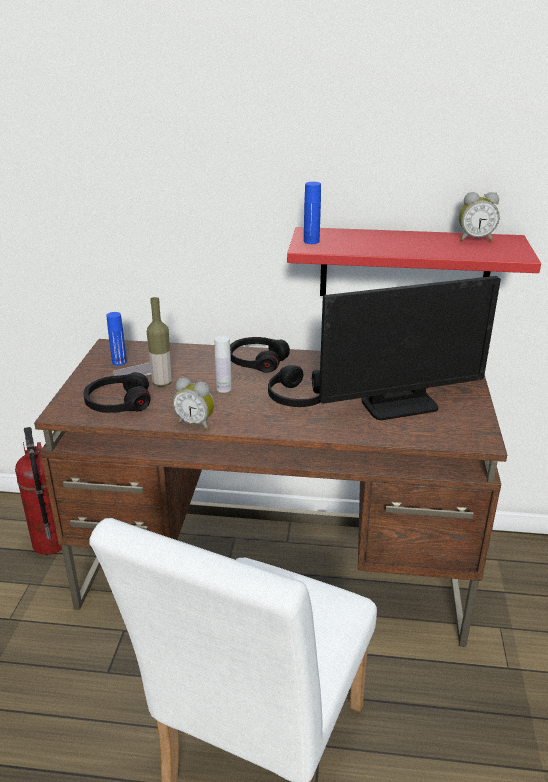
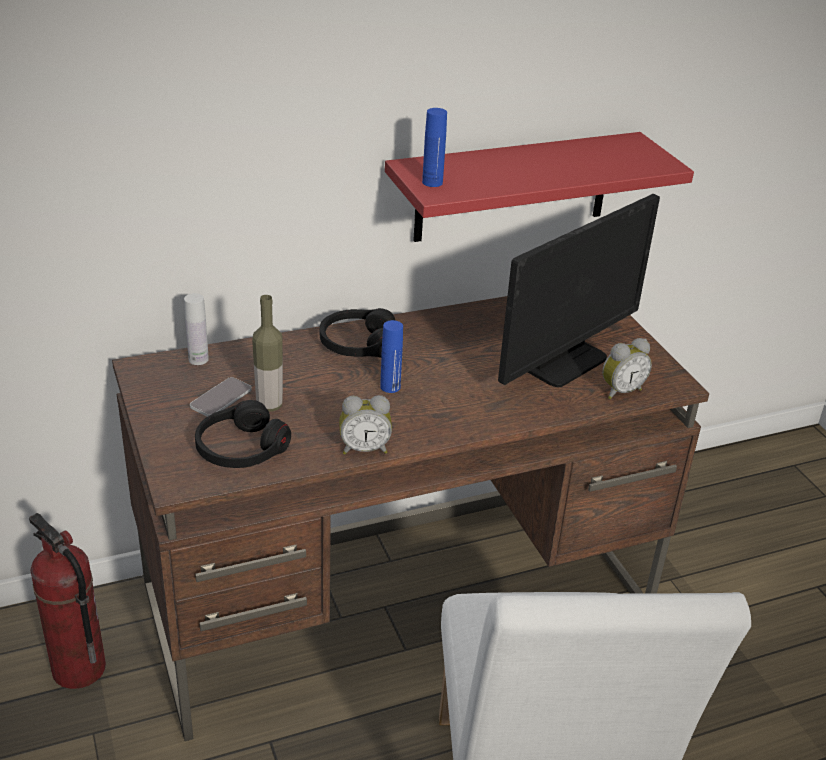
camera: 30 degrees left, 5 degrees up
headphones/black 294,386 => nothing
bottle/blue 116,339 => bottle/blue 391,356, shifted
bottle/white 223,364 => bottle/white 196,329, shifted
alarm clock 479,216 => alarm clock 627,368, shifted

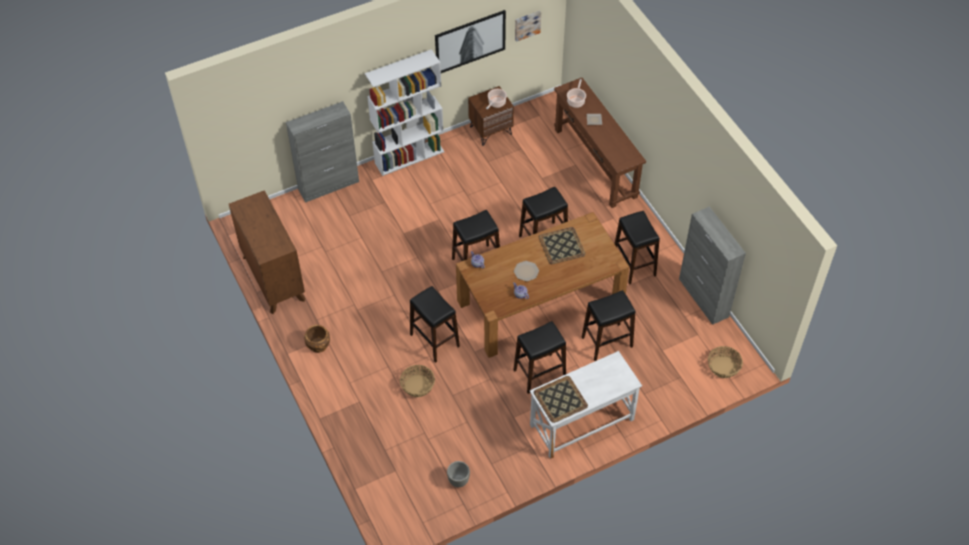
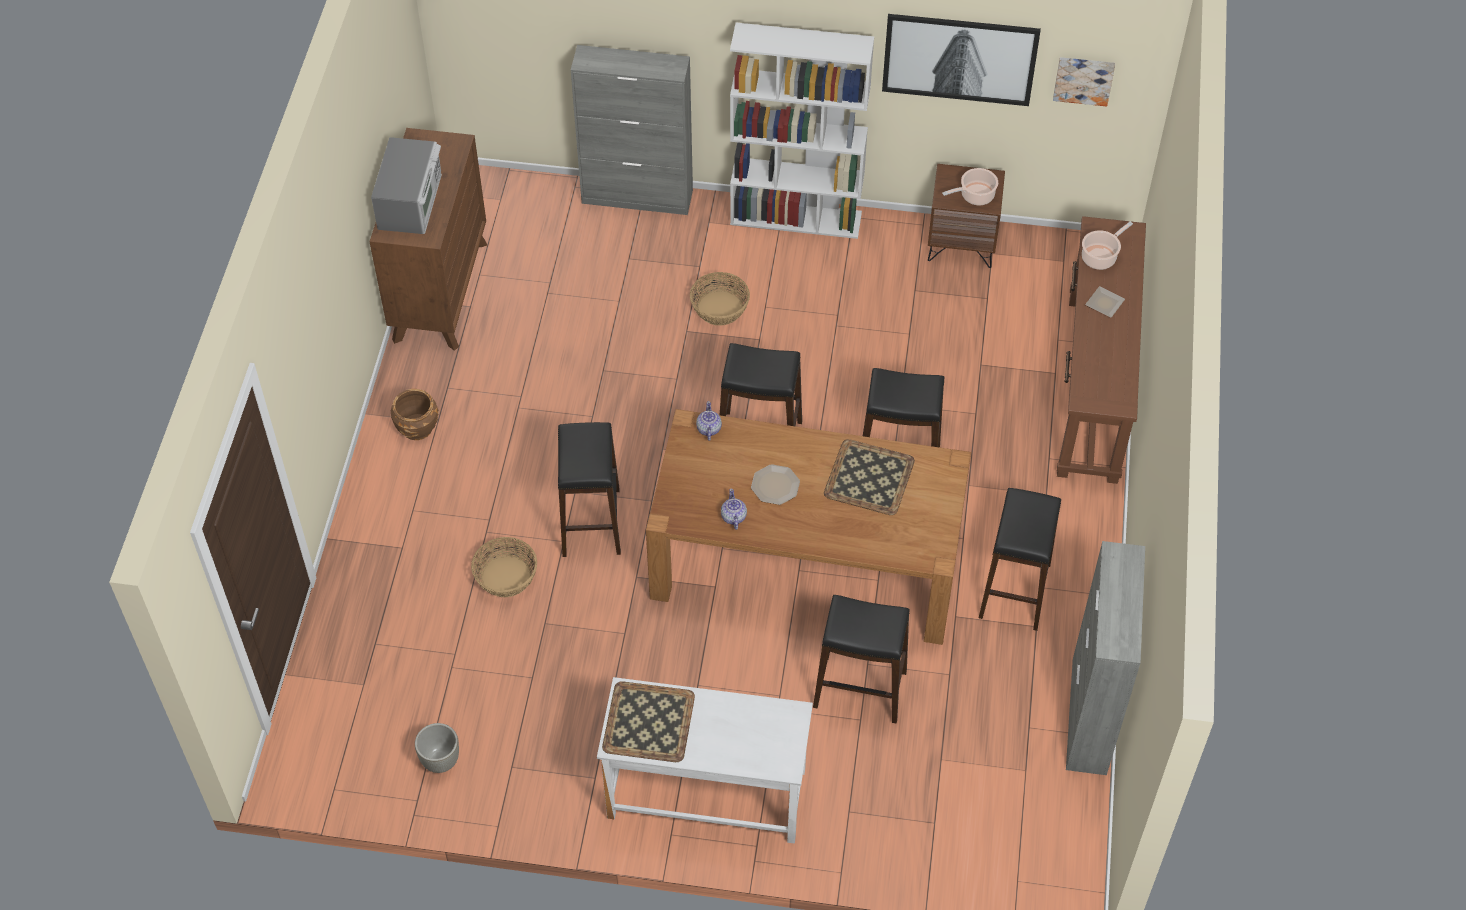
camera: 35 degrees right, 0 degrees up
stool/black 539,357 => nothing
nothing => microwave 406,185
basket 725,362 => basket 720,299, shifted

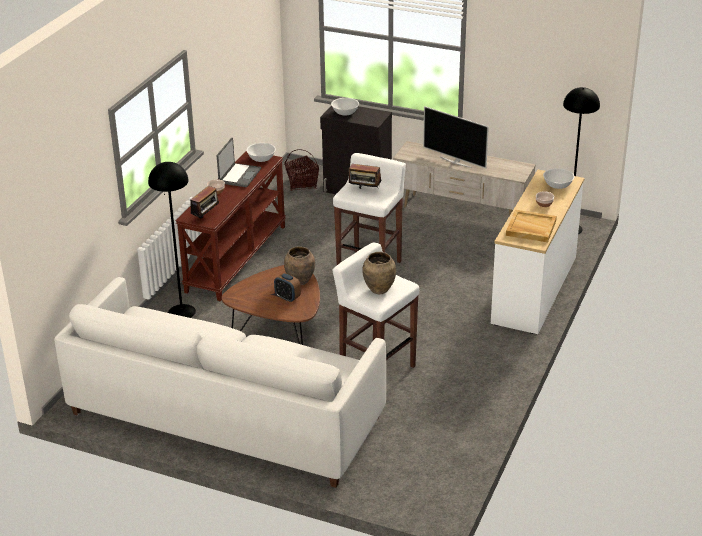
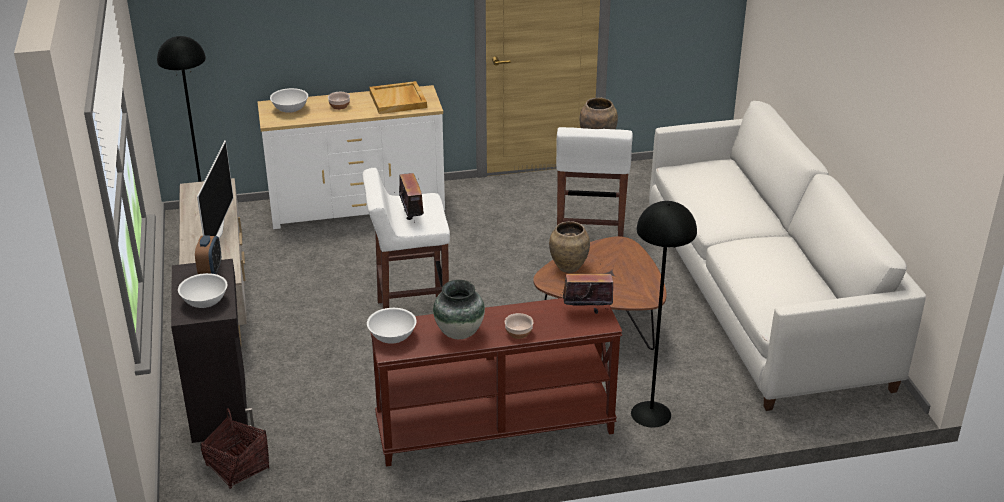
camera: 125 degrees left, 0 degrees up
alarm clock 287,287 => alarm clock 208,254, shifted
laptop 239,162 => vase 459,309

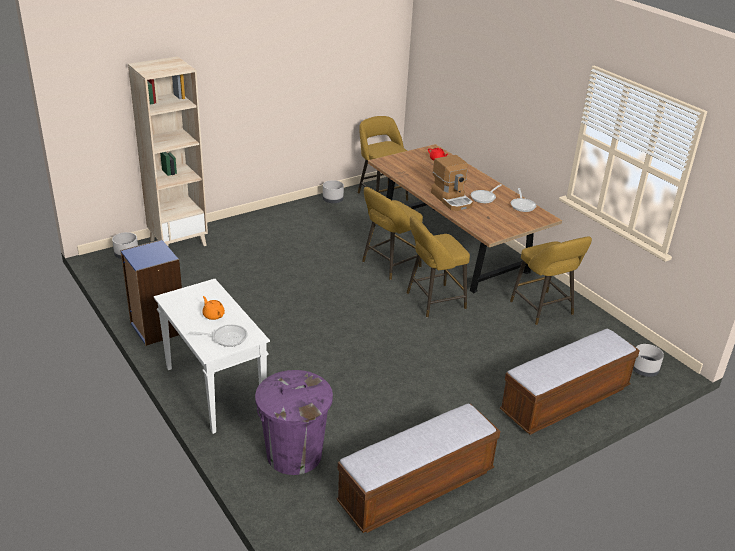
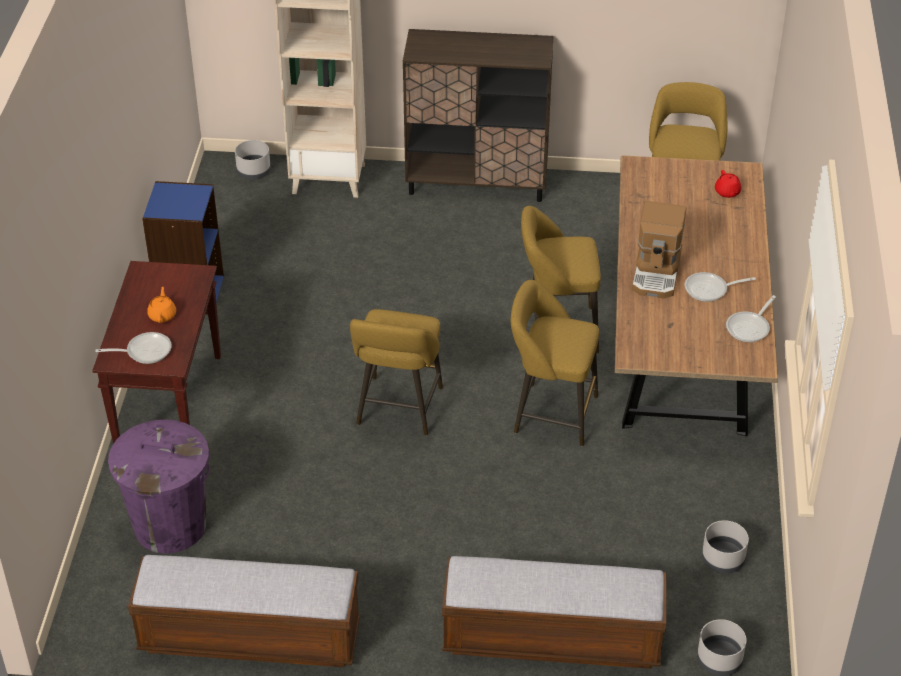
camera: 40 degrees right, 10 degrees up
nothing => cabinet/brown 478,115
planter/grey 333,191 => planter/grey 725,547, shifted
stool/yellow 551,280 => stool/yellow 396,372, shifted
console table/white 212,356 => console table/brown 156,352
frying pan 218,336 => frying pan 133,348, 45 degrees counterclockwise

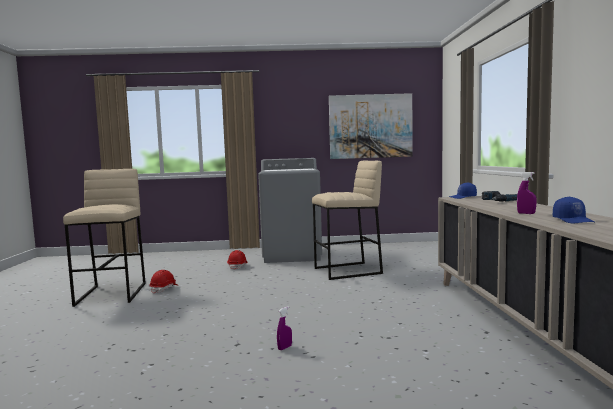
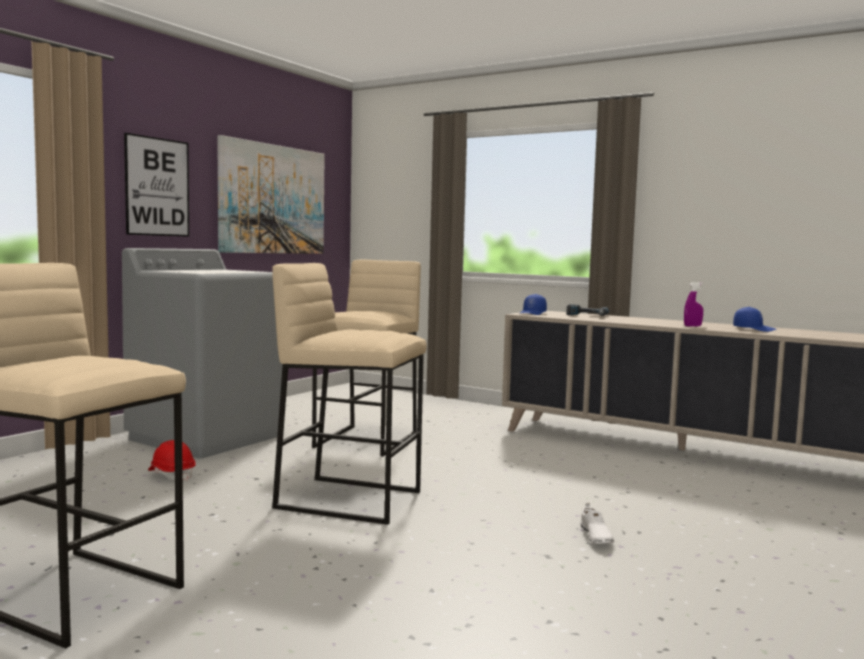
camera: 55 degrees left, 0 degrees up
hard hat/red 163,282 => nothing
nothing => picture 156,185
nothing => stool/beige 349,394
spray bottle/purple 284,328 => shoe/white 597,524

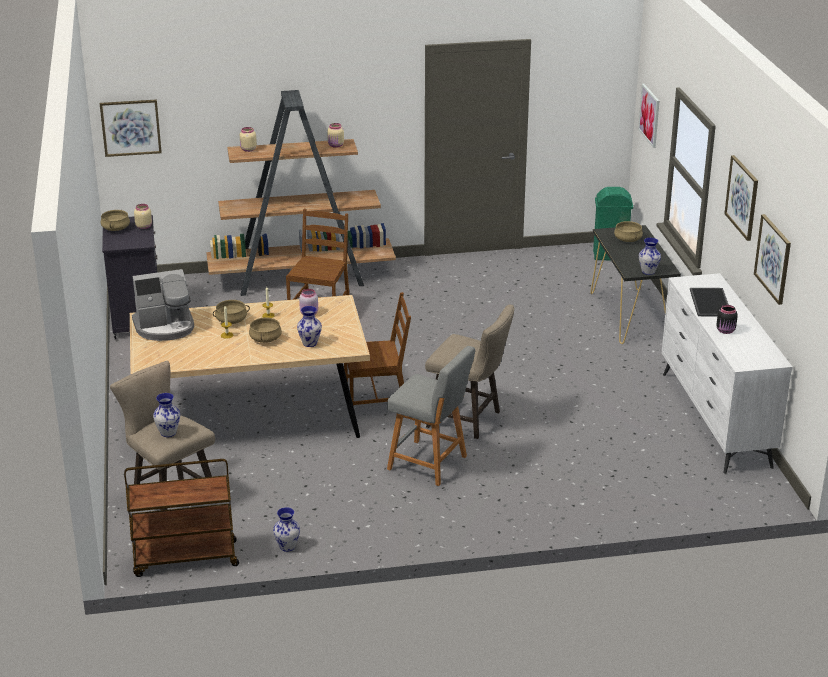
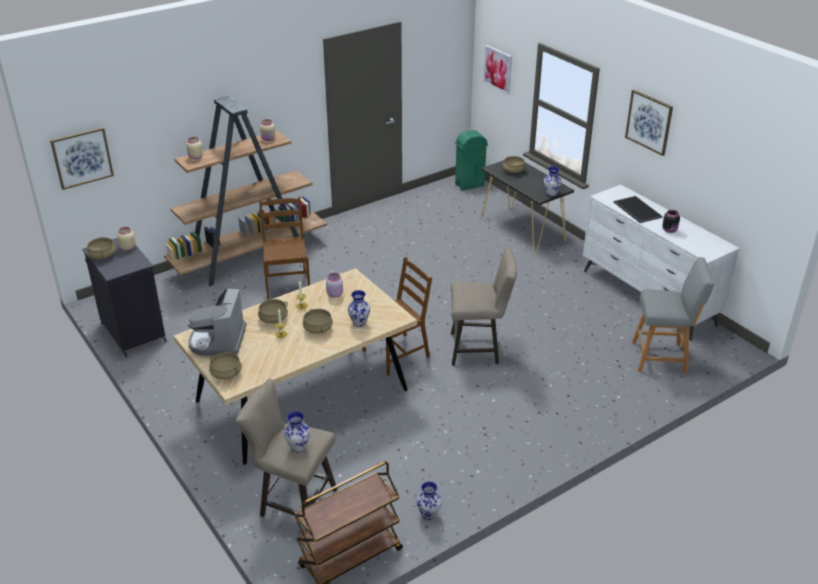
camera: 25 degrees left, 5 degrees up
picture 772,259 => nothing
nothing => cooking pot/beige 225,366
stool/grey 431,416 => stool/grey 673,315, shifted
coffee machine 163,305 => coffee machine 217,322, 135 degrees clockwise

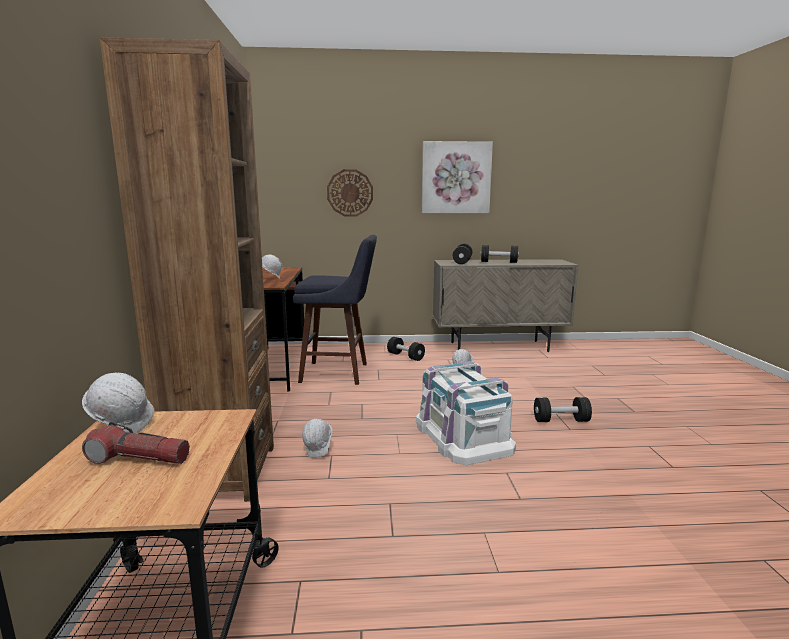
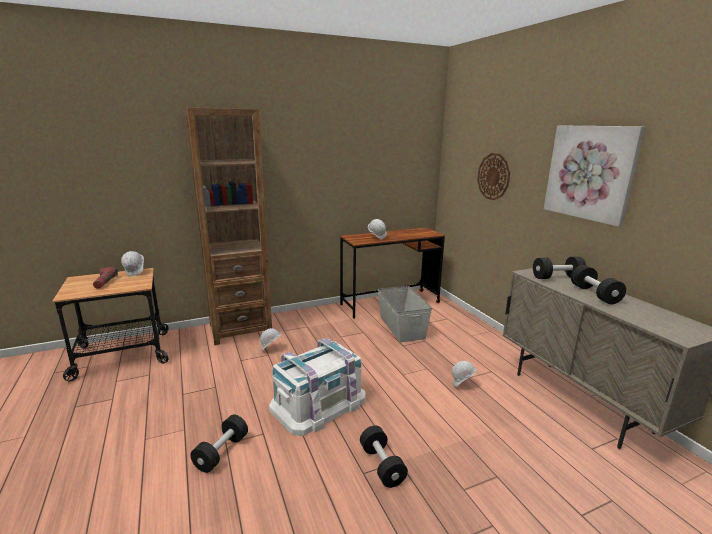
camera: 70 degrees right, 5 degrees up
dumbbell/black 406,349 => dumbbell/black 219,444, shifted
stool/blue 335,310 => storage box/grey 405,314

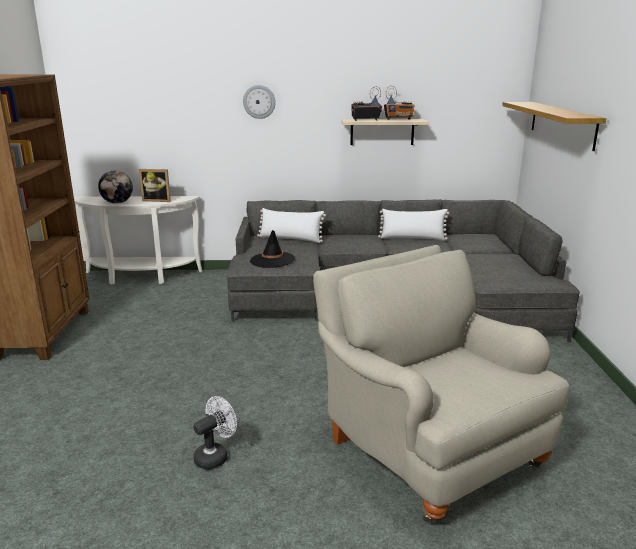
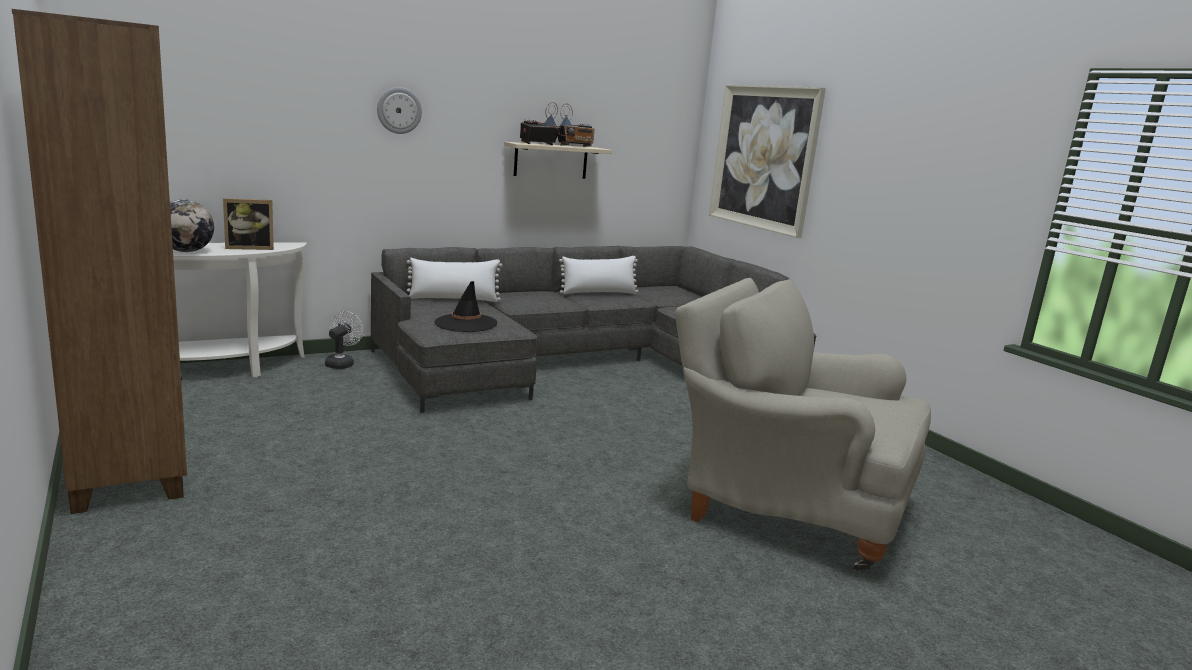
camera: 30 degrees left, 5 degrees down
fan/white 215,433 => fan/white 344,340, shifted
shelf 554,126 => picture 767,161

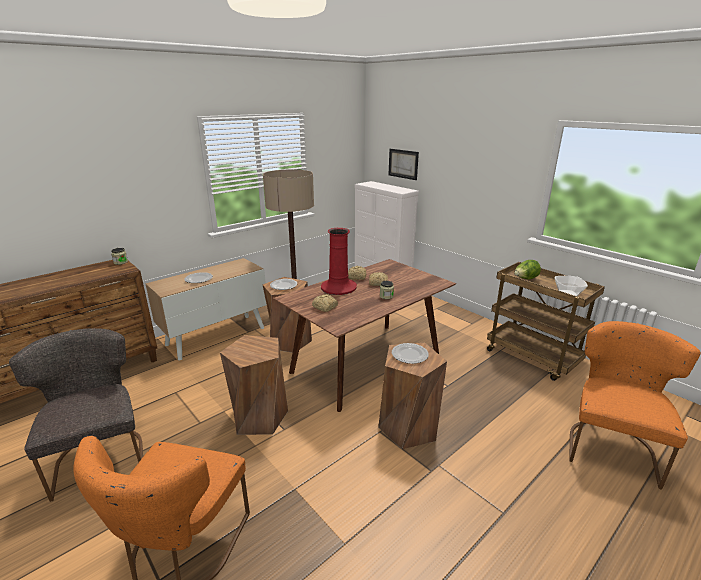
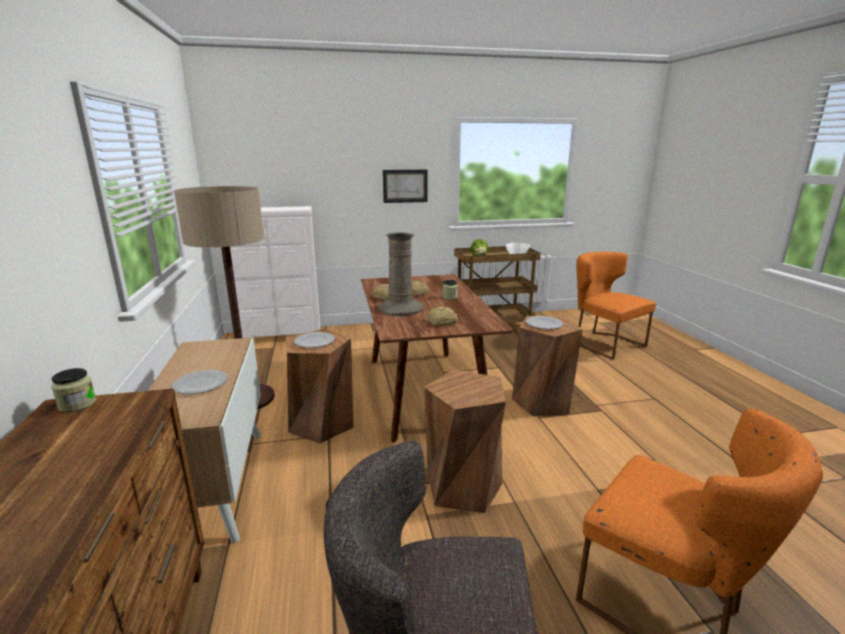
camera: 60 degrees left, 5 degrees down
picture 403,164 => picture 405,186, shifted
vase/red 339,261 => vase/beige 400,274

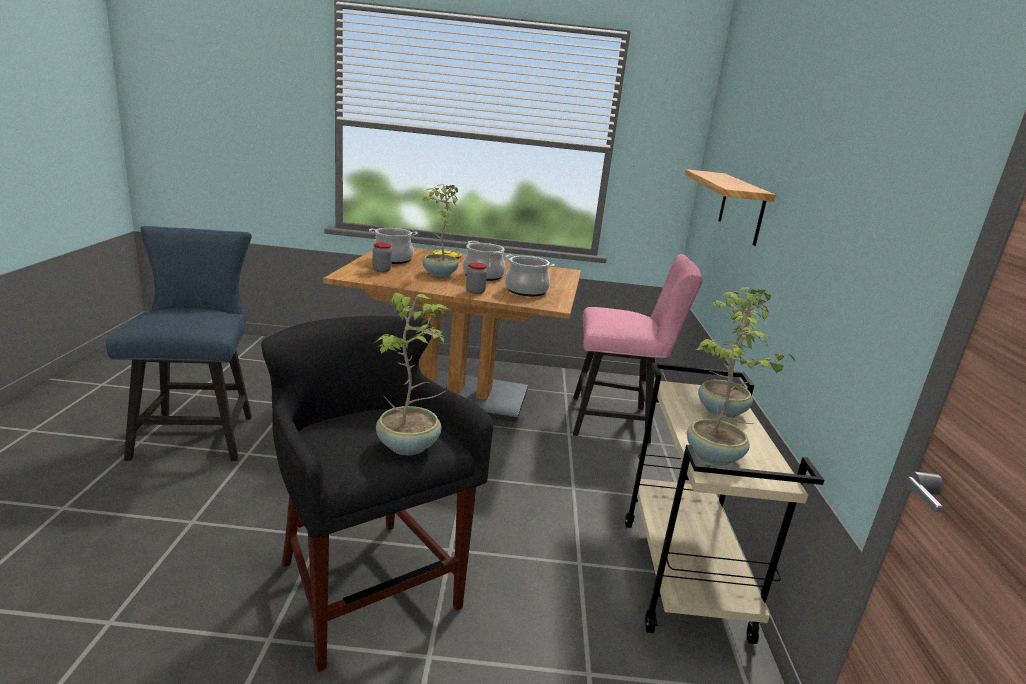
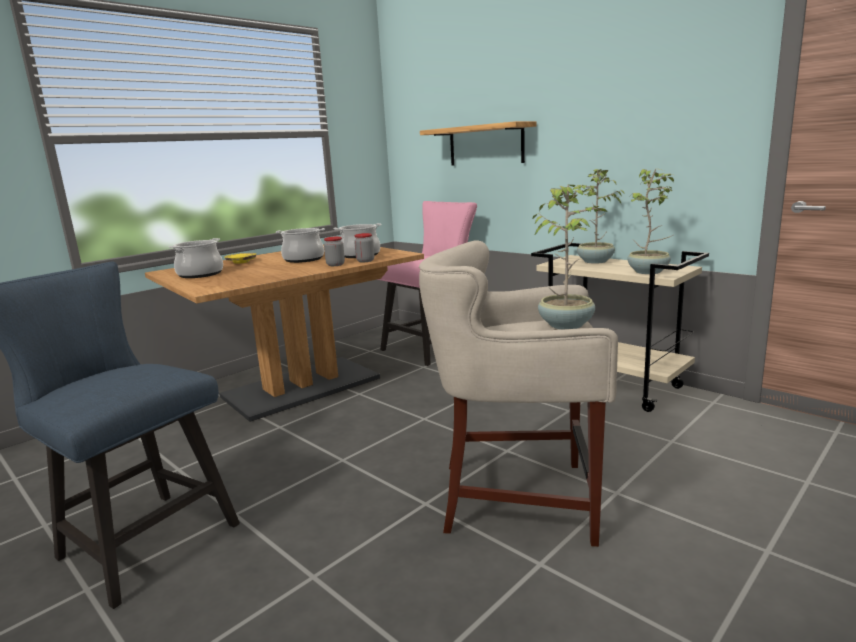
camera: 45 degrees left, 5 degrees down
potted plant 440,230 => nothing
jar 382,257 => jar 364,247, shifted
stool/black 377,494 => stool/beige 518,393

